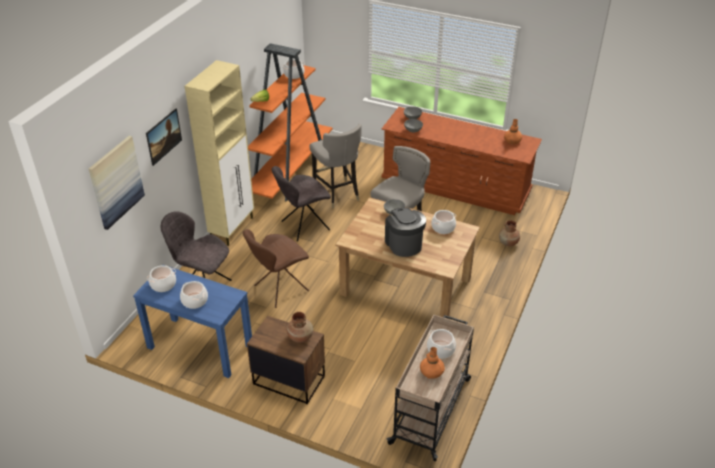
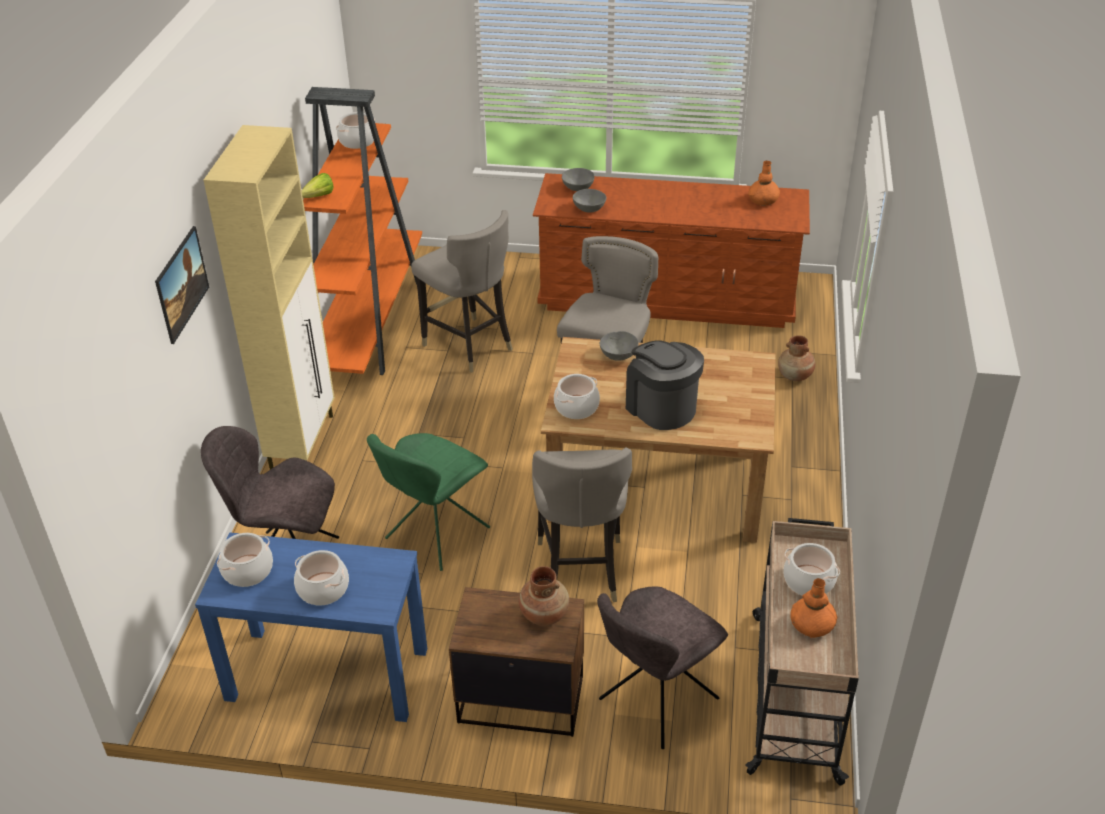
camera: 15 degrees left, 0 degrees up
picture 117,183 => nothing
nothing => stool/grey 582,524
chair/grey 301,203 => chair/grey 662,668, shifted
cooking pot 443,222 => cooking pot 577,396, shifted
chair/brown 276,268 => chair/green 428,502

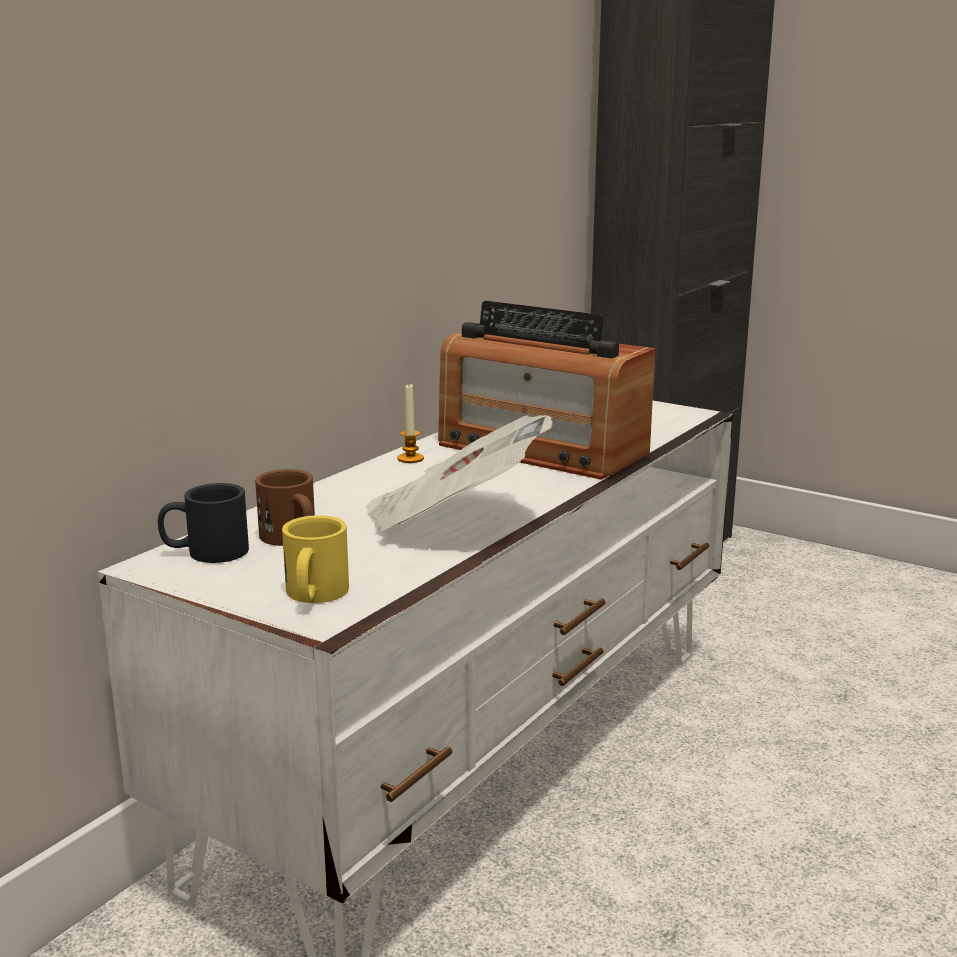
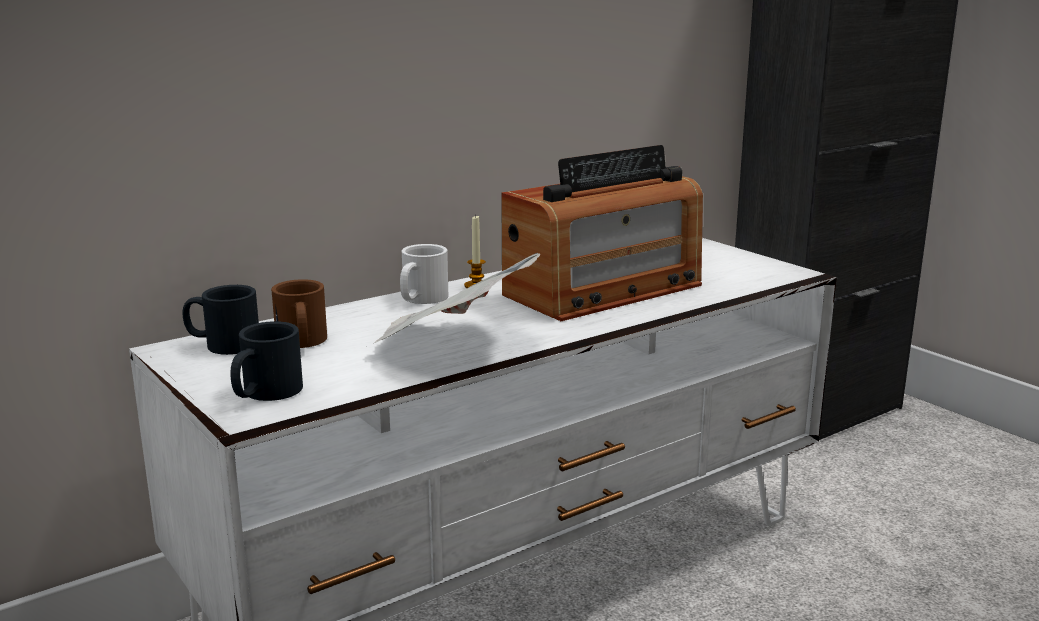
camera: 20 degrees right, 0 degrees up
nothing => mug/white 424,274
mug/yellow 315,559 => mug/black 266,361
radio 546,390 => radio 602,233, 90 degrees counterclockwise

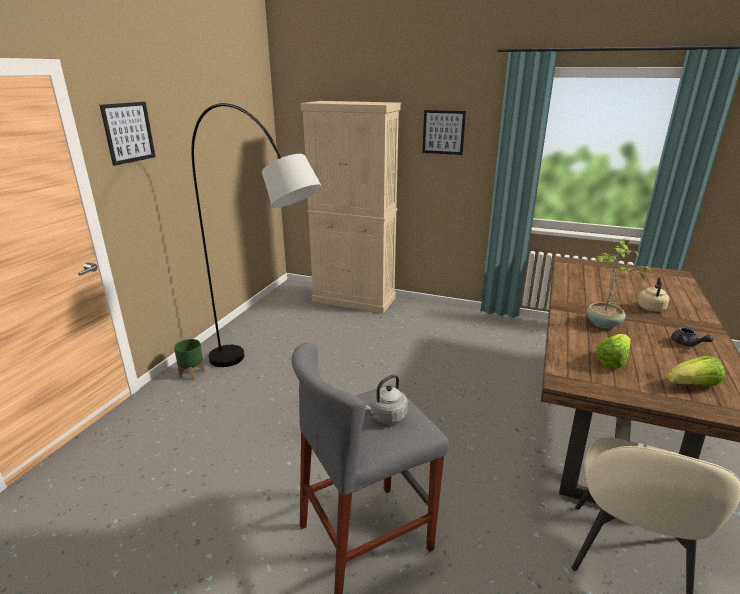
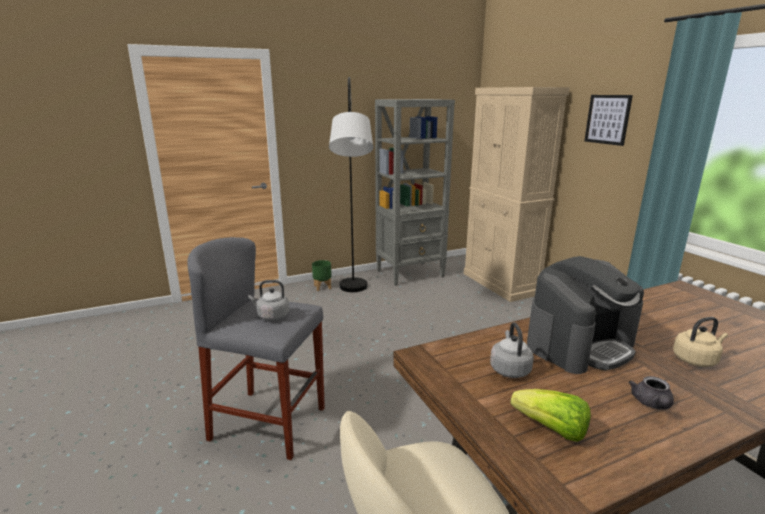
camera: 45 degrees right, 5 degrees down
picture 128,134 => nothing
nothing => bookcase/grey 415,192
potted plant 619,283 => coffee machine 585,315
lettuce 613,351 => kettle/grey 512,350

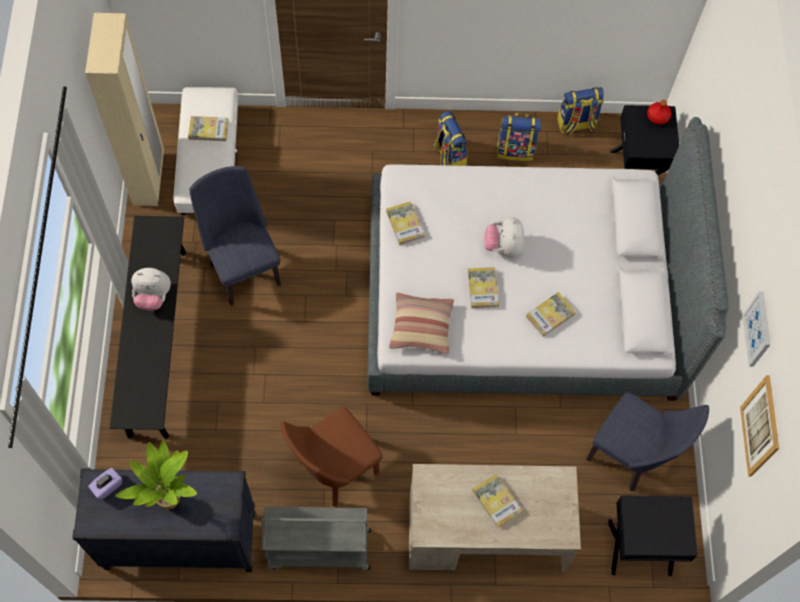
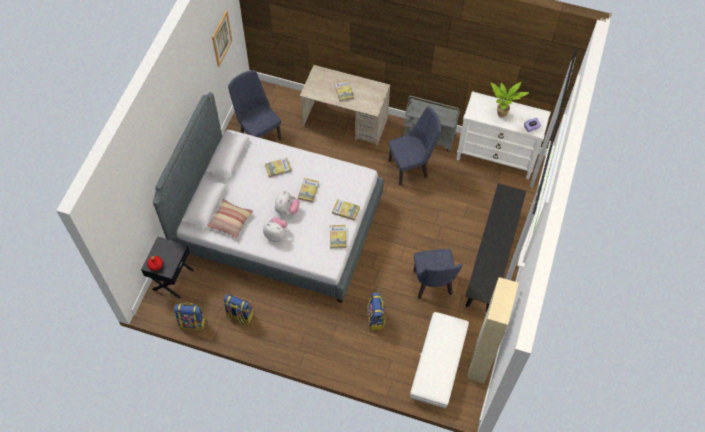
camera: 160 degrees left, 5 degrees down
nightstand/black 653,535 => nothing
picture 757,329 => nothing
plush toy 151,289 => plush toy 275,229, shifted
book 208,128 => book 346,210, shifted
pillow 421,323 => pillow 230,219, shifted
backpack 450,138 => backpack 376,311, shifted
dresser/black 163,520 => dresser/white 503,135
chair/brown 331,457 => chair/blue 414,145

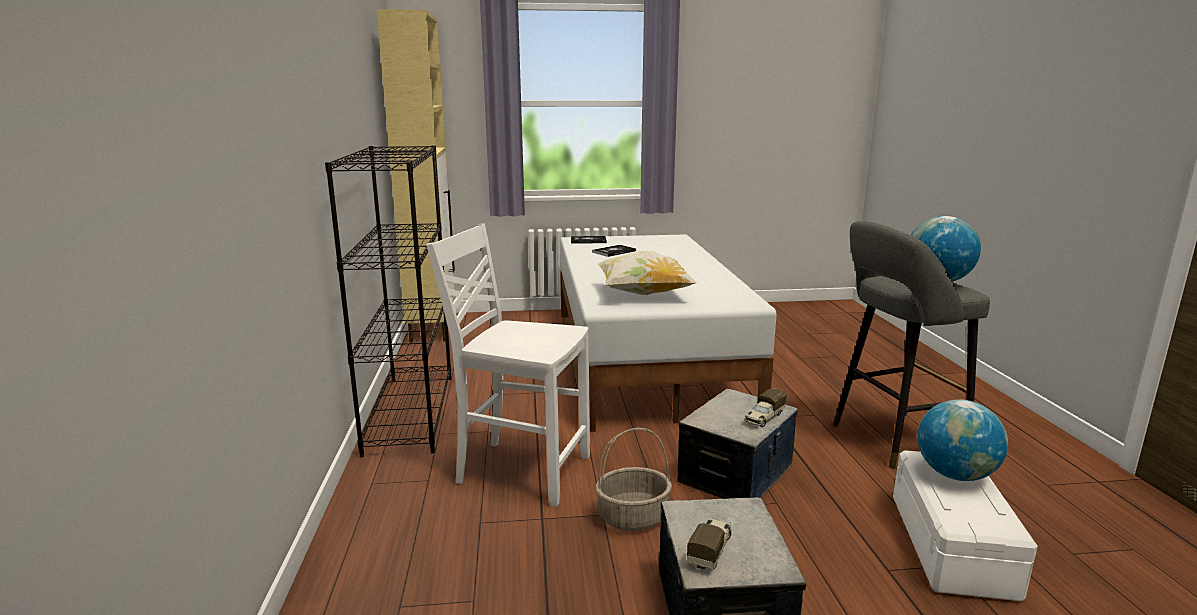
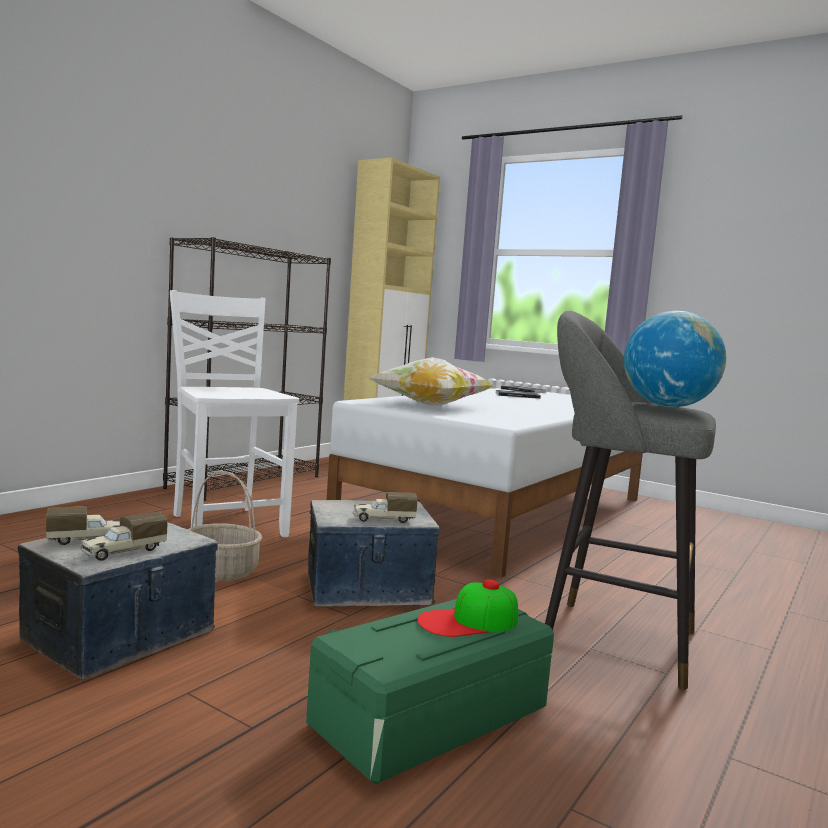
camera: 40 degrees right, 10 degrees down
nothing => toy truck 124,536
globe 963,440 => cap 467,608
storage box/white 965,525 => storage box/green 430,691

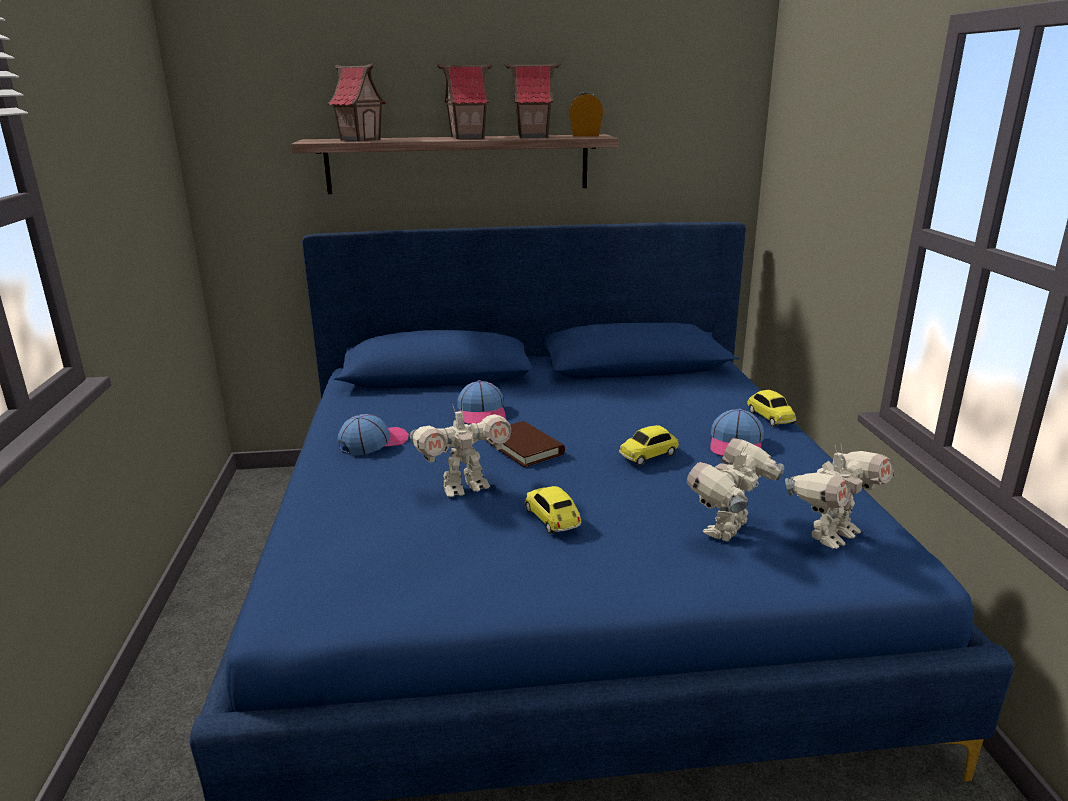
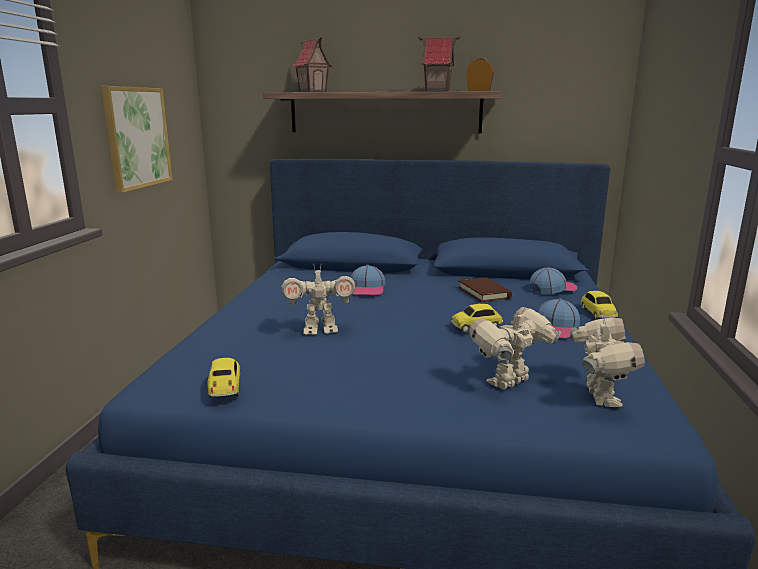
camera: 15 degrees right, 5 degrees down
toy house 465,101 => nothing
nothing => picture 136,139
cap 373,435 => cap 553,281, shifted
book/brown 525,444 => book/brown 485,290, shifted
toy car 553,510 => toy car 224,378, shifted
toy robot 839,497 => toy robot 607,361, 60 degrees counterclockwise

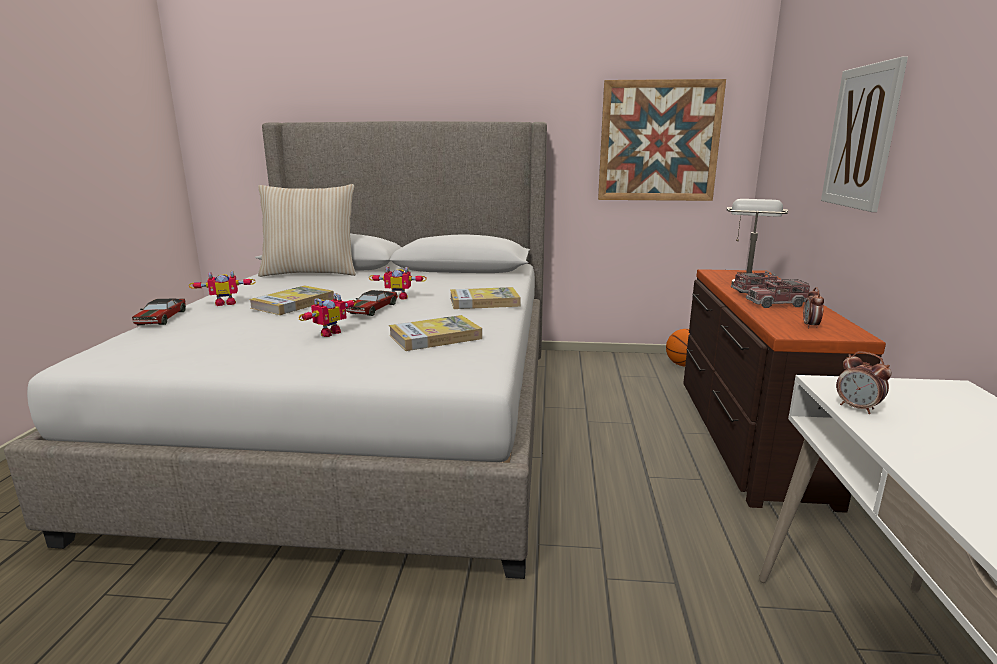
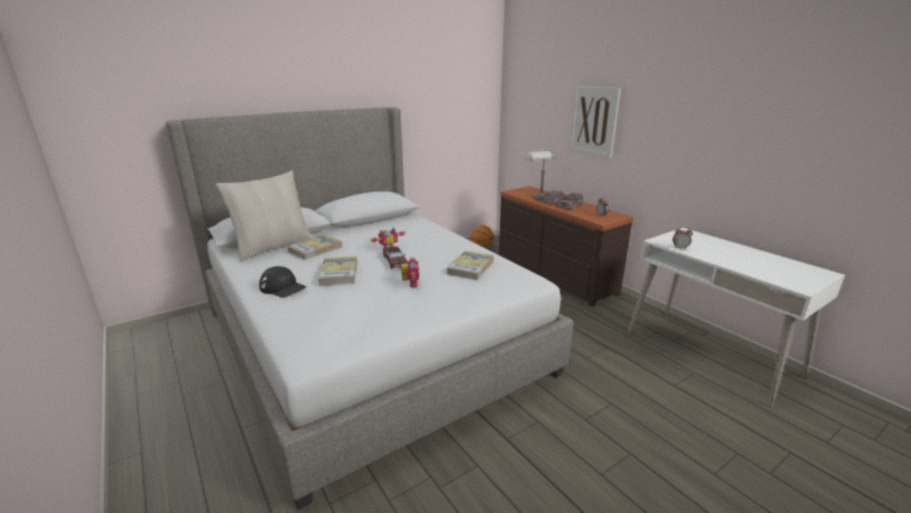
camera: 40 degrees left, 5 degrees up
toy car 159,311 => nothing
picture 662,140 => nothing
book 485,298 => book 315,247, shifted
toy robot 222,288 => cap/black 283,282

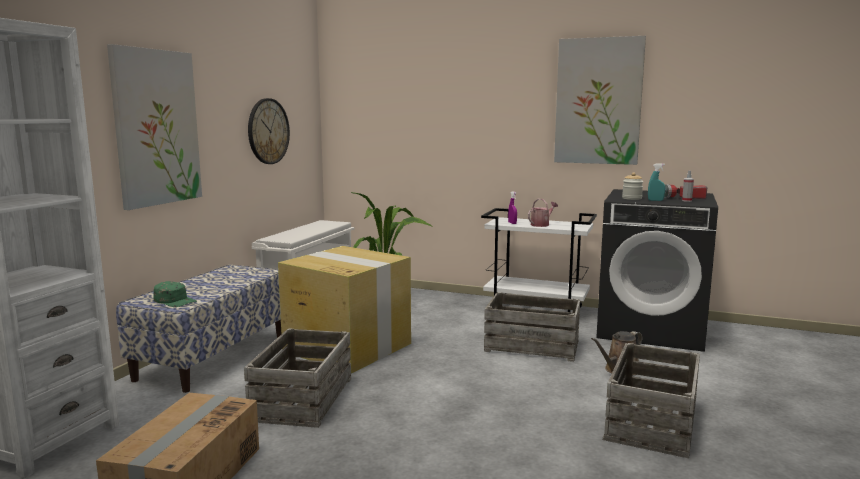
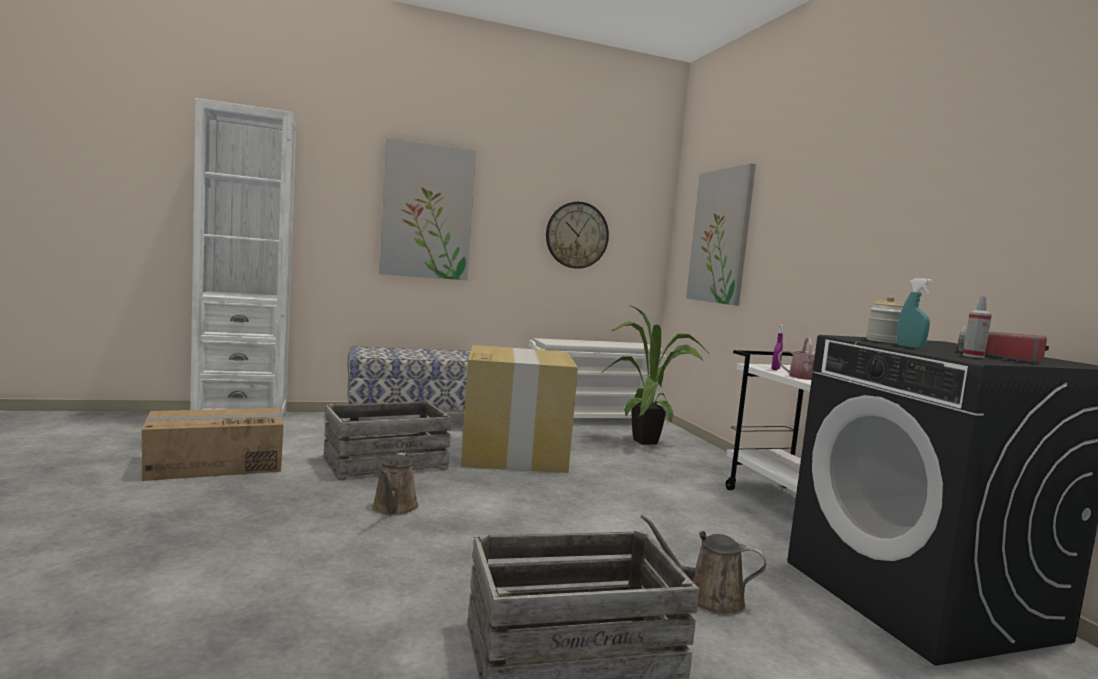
camera: 50 degrees right, 5 degrees down
cap/green 175,294 => nothing
crate 532,327 => nothing
nothing => watering can/brown 395,484
picture 600,100 => picture 721,234, shifted

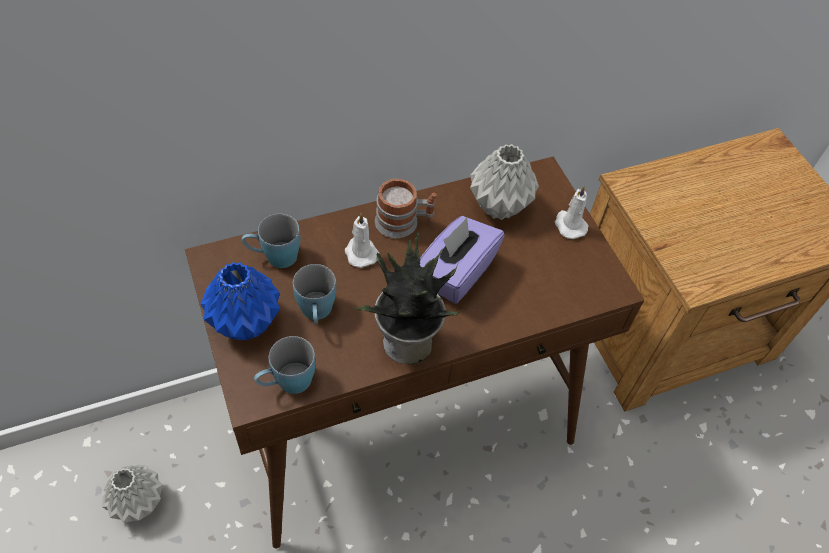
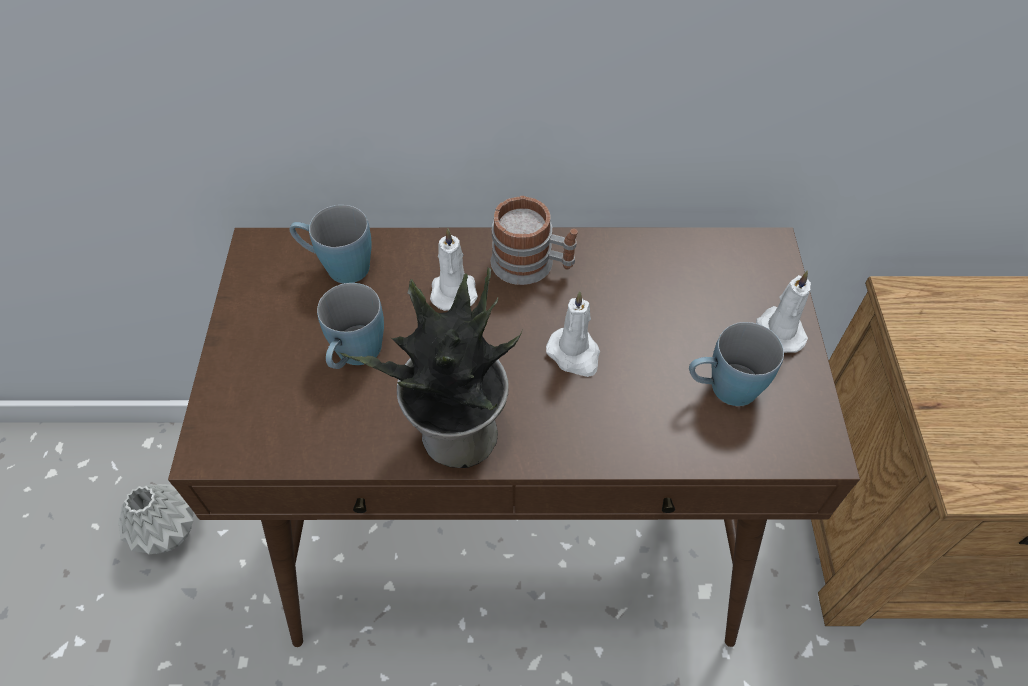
camera: 25 degrees right, 0 degrees up
vase/blue 240,301 => nothing
vase/grey 504,182 => nothing
mug/blue 285,365 => mug/blue 736,364, shifted
tissue box/purple 462,260 => candle/white 573,334

